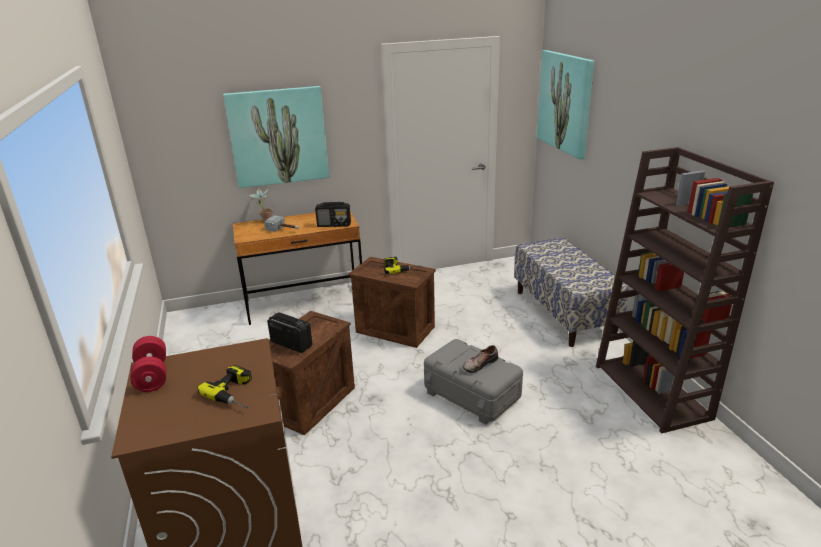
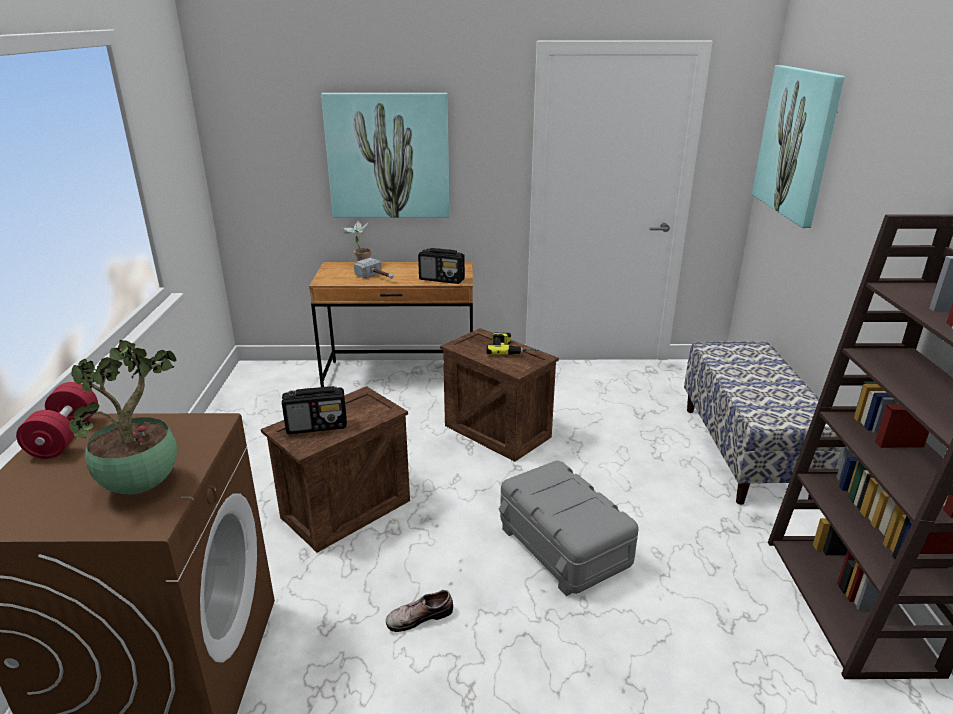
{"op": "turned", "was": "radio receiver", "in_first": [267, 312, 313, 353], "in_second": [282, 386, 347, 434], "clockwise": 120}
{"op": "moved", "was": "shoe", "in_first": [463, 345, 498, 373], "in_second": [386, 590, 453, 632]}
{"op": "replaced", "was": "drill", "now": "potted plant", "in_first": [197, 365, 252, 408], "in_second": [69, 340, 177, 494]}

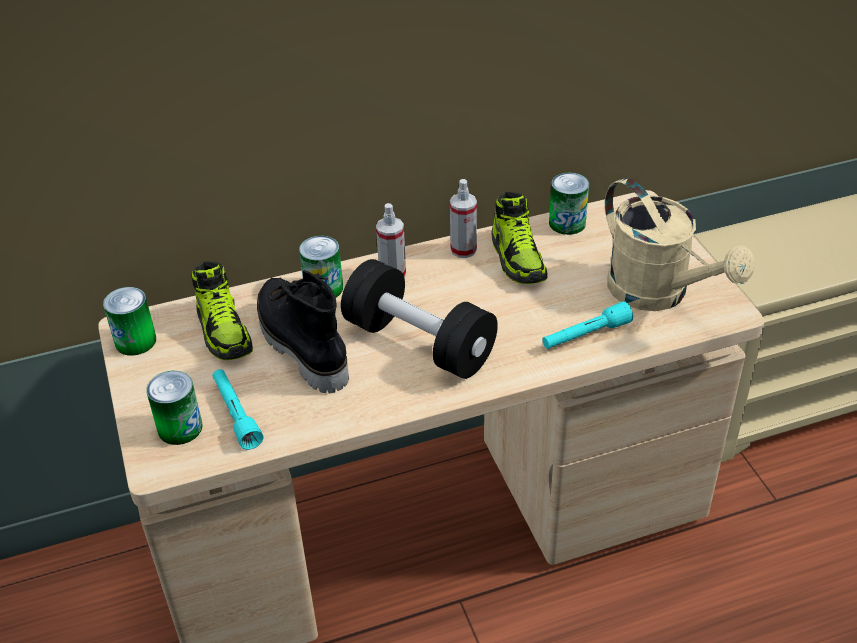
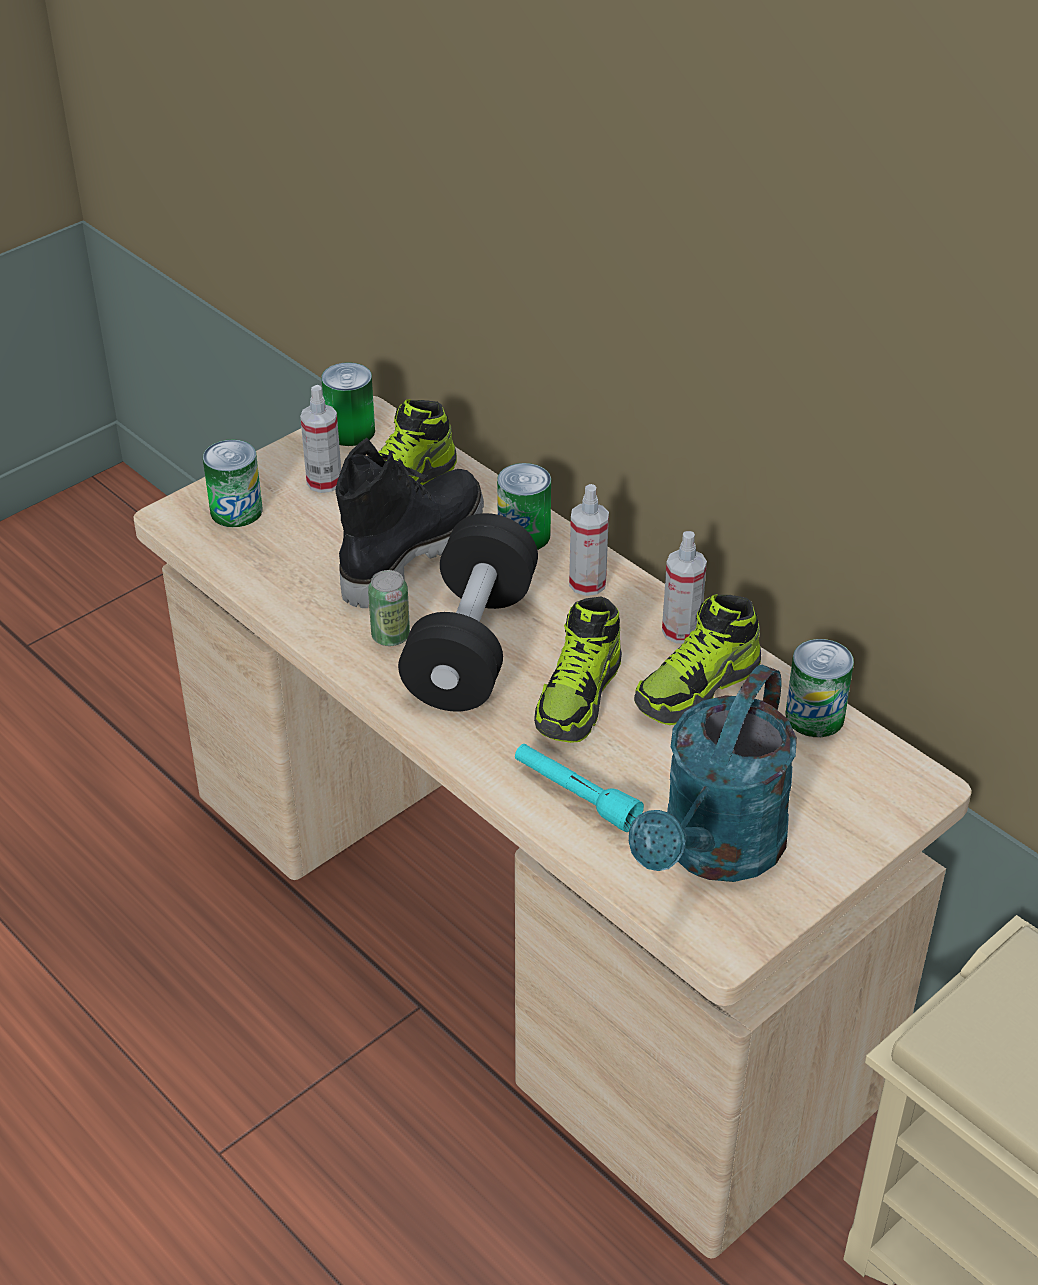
{"op": "recoloured", "was": "sand-coloured watering pot", "now": "turquoise-coloured watering pot", "in_first": [605, 178, 754, 311], "in_second": [629, 665, 797, 882]}
{"op": "removed", "was": "turquoise-coloured torch", "in_first": [212, 369, 264, 450]}
{"op": "added", "now": "sprayer", "in_second": [300, 385, 341, 493]}
{"op": "added", "now": "sealed can", "in_second": [368, 570, 410, 646]}
{"op": "added", "now": "shoe", "in_second": [534, 596, 622, 743]}

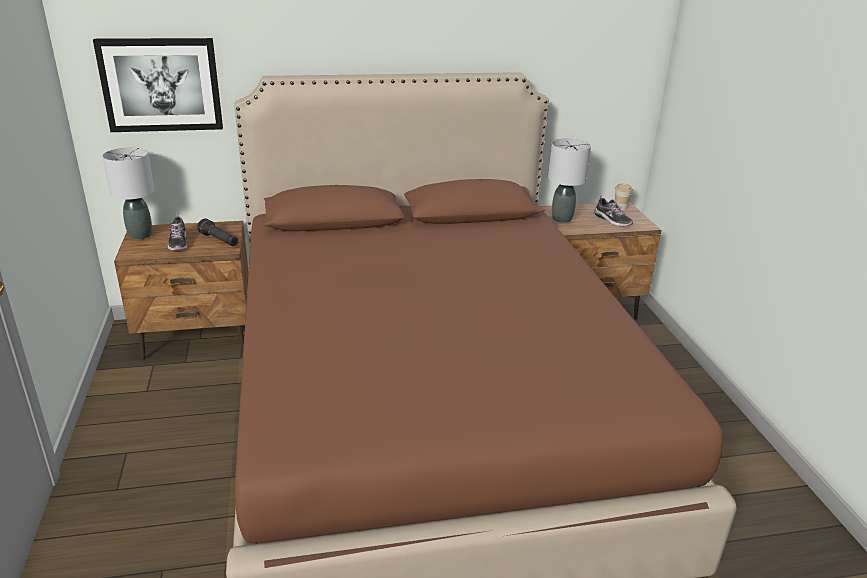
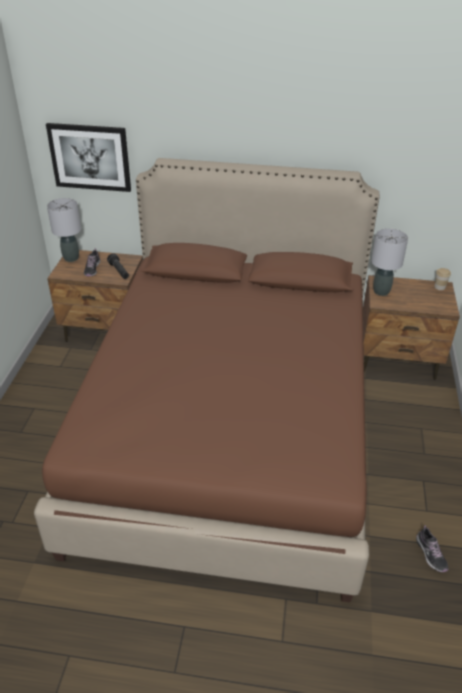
{"op": "moved", "was": "shoe", "in_first": [594, 196, 633, 226], "in_second": [416, 525, 448, 572]}

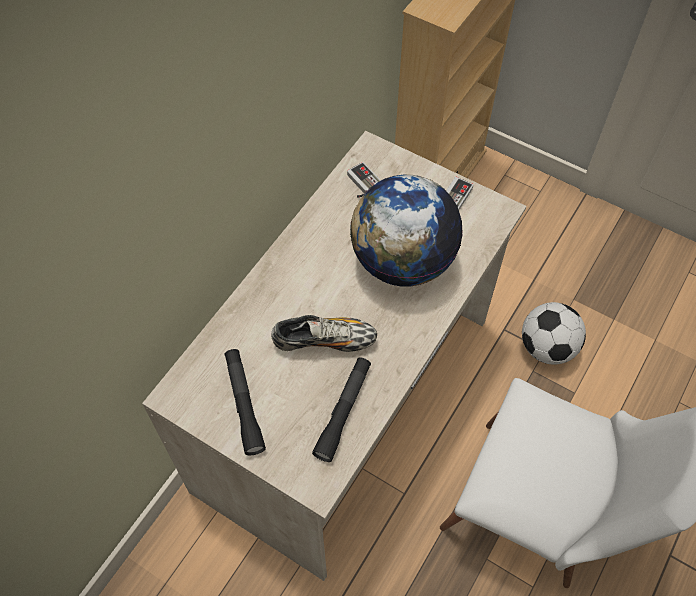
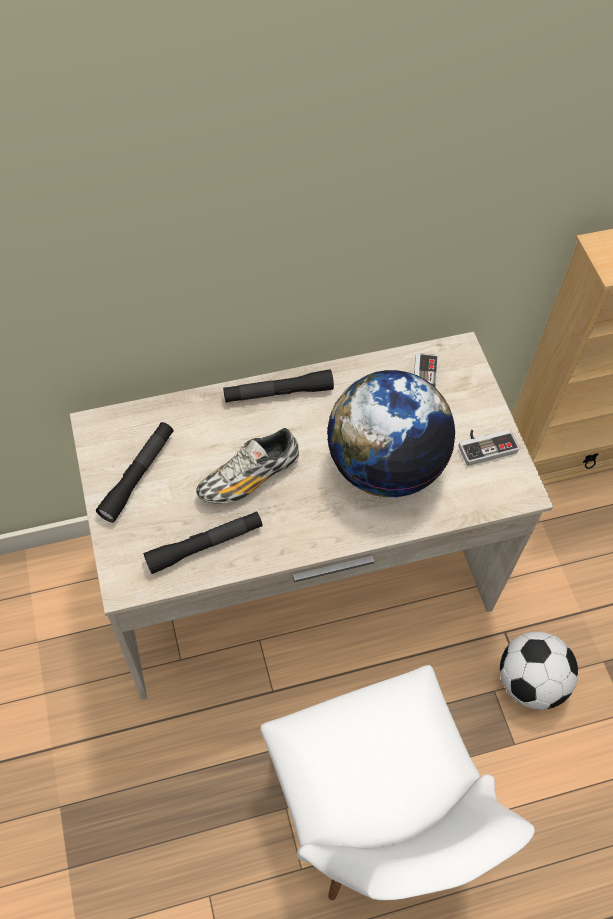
{"op": "turned", "was": "shoe", "in_first": [271, 315, 377, 352], "in_second": [196, 428, 299, 503], "clockwise": 105}
{"op": "added", "now": "blackish torch", "in_second": [223, 370, 334, 403]}

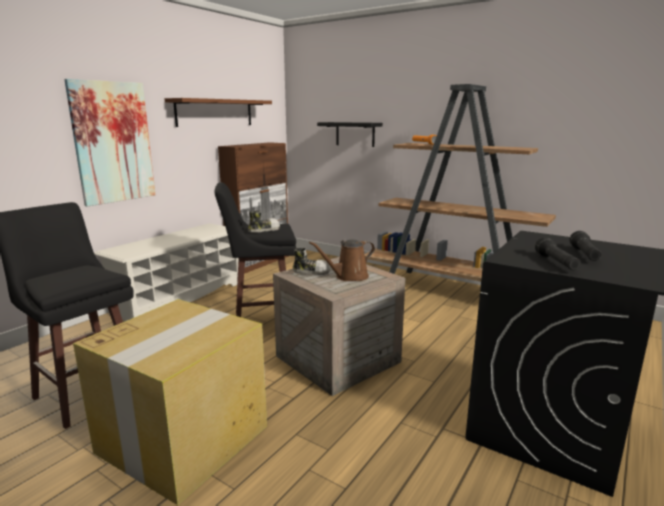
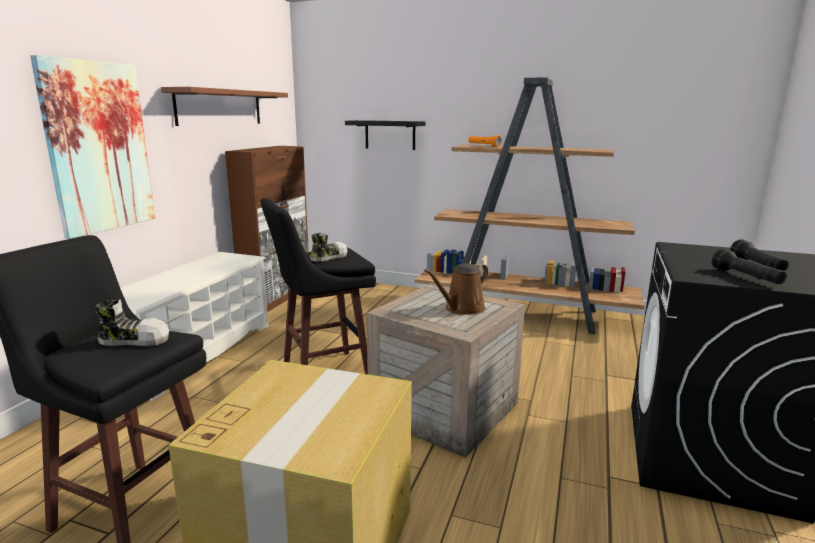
{"op": "moved", "was": "shoe", "in_first": [293, 248, 330, 275], "in_second": [95, 300, 169, 346]}

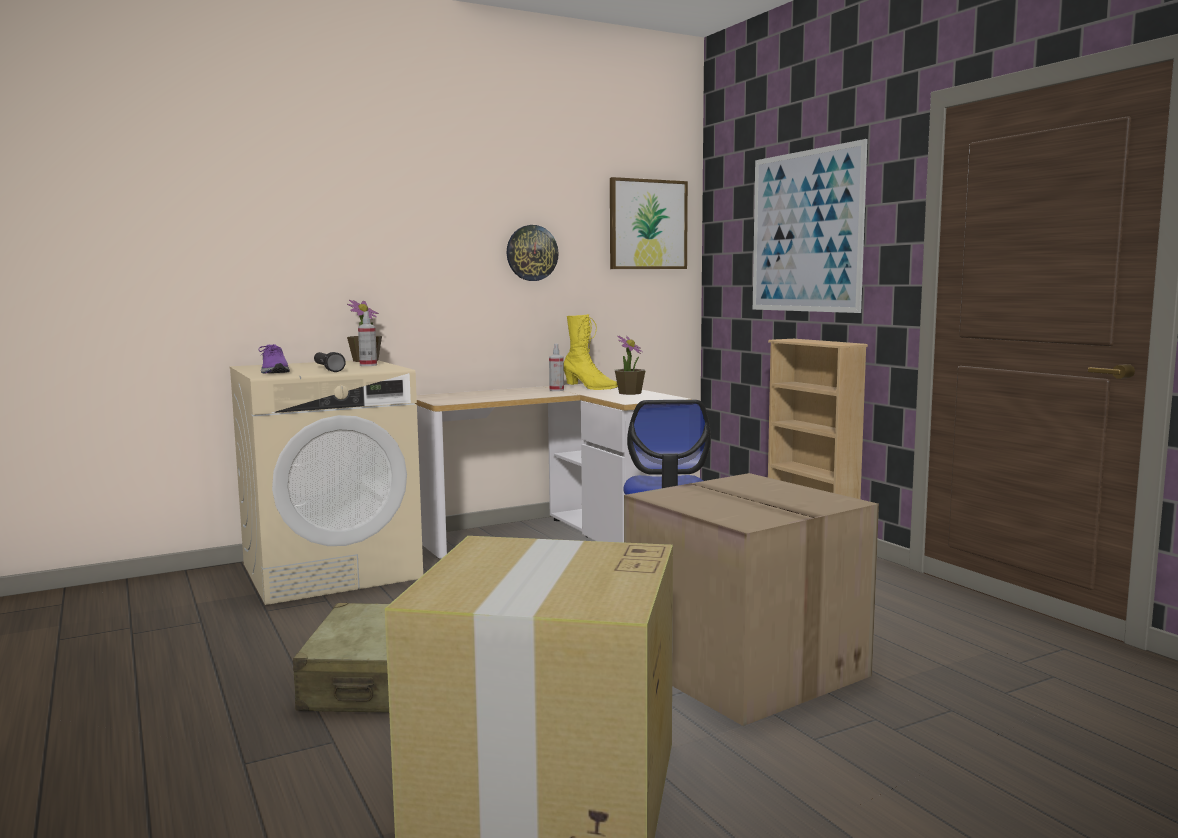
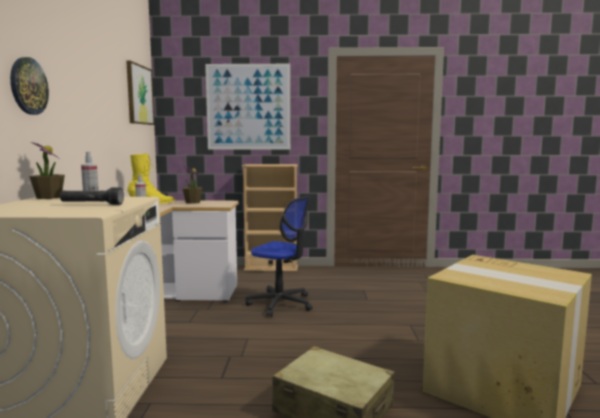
{"op": "moved", "was": "hanging clock", "in_first": [507, 225, 559, 281], "in_second": [10, 57, 49, 115]}
{"op": "removed", "was": "purple shoe", "in_first": [259, 344, 290, 374]}
{"op": "removed", "was": "cardboard box", "in_first": [624, 473, 879, 726]}

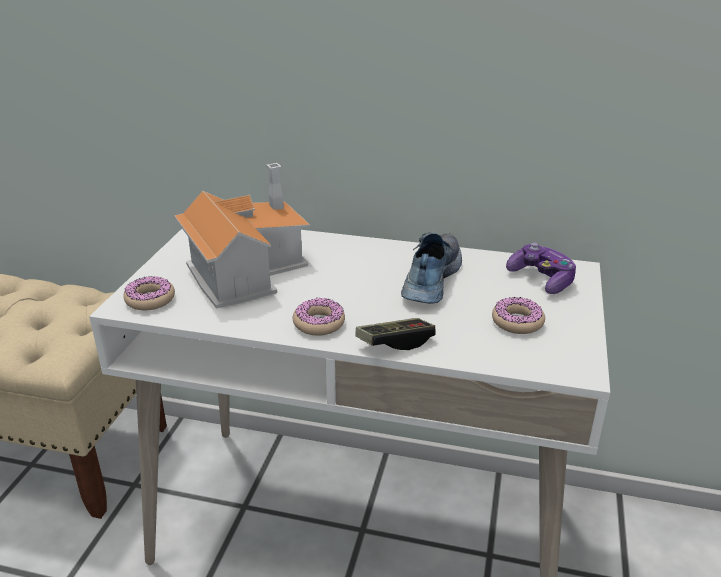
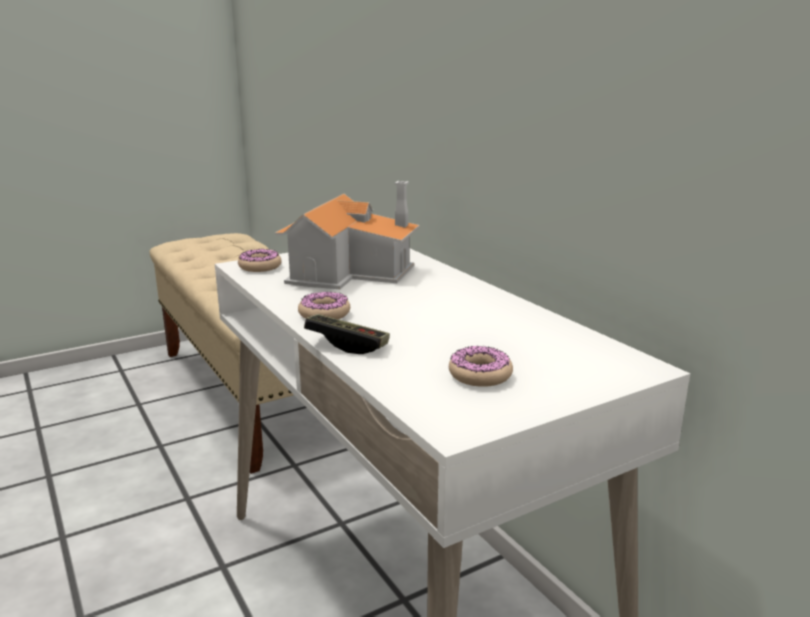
{"op": "removed", "was": "shoe", "in_first": [401, 233, 462, 304]}
{"op": "removed", "was": "gamepad", "in_first": [506, 242, 576, 294]}

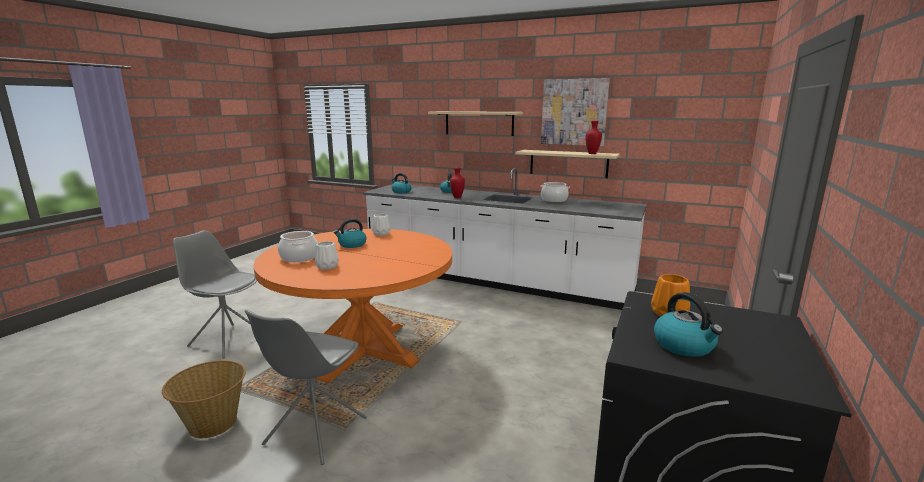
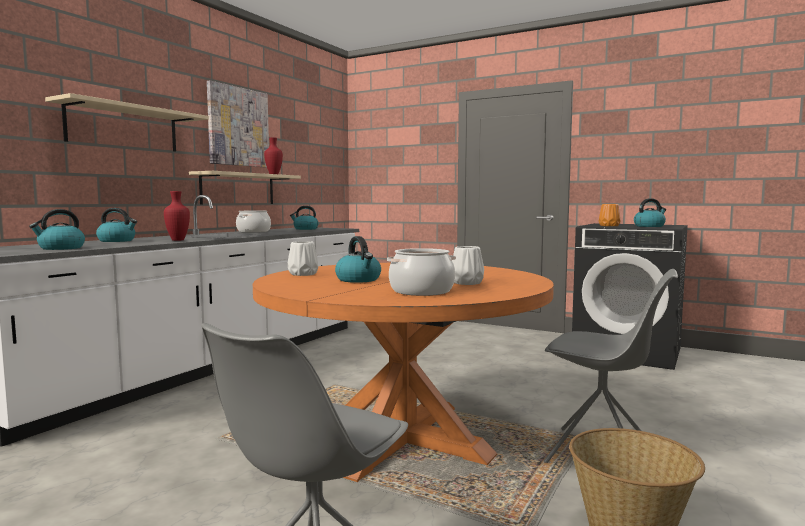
{"op": "added", "now": "kettle", "in_second": [290, 206, 319, 230]}

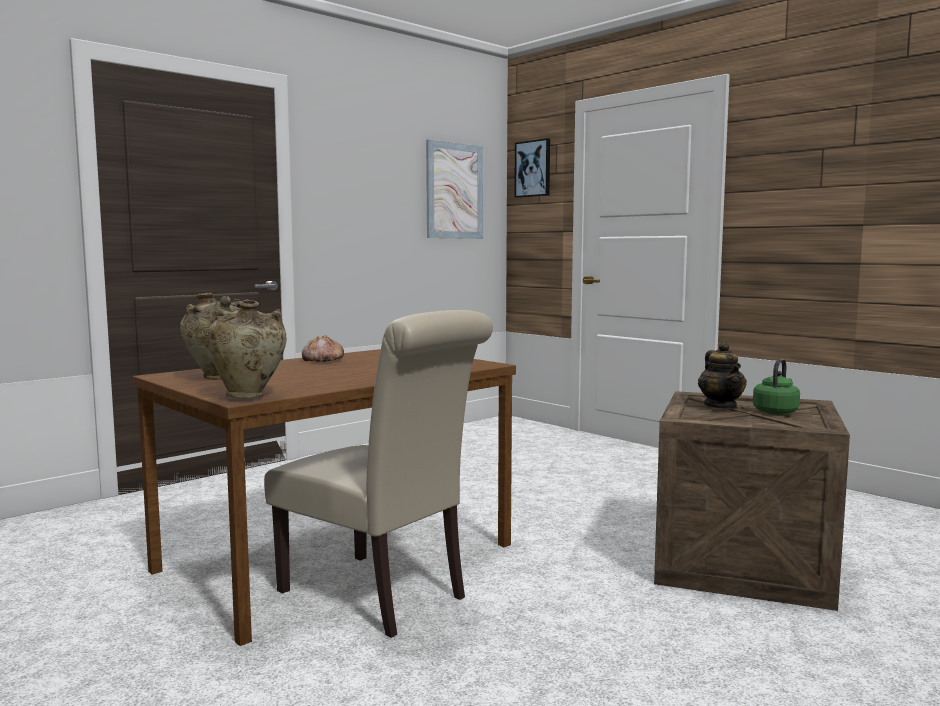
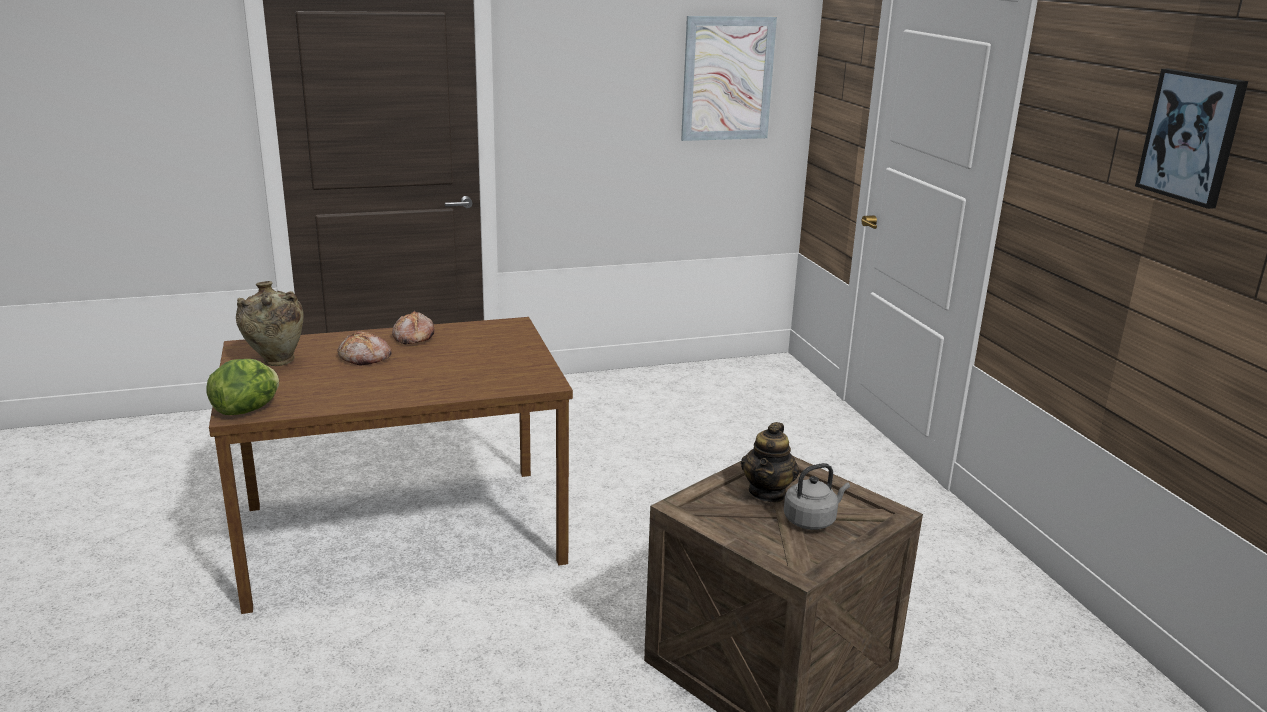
{"op": "moved", "was": "picture", "in_first": [514, 138, 550, 198], "in_second": [1135, 69, 1248, 209]}
{"op": "replaced", "was": "sand-coloured flower vase", "now": "lettuce", "in_first": [207, 300, 286, 398], "in_second": [206, 359, 279, 415]}
{"op": "removed", "was": "sand-coloured chair", "in_first": [264, 310, 493, 638]}
{"op": "recoloured", "was": "greenish kettle", "now": "grey kettle", "in_first": [753, 359, 800, 414], "in_second": [784, 463, 850, 530]}
{"op": "added", "now": "bread", "in_second": [337, 331, 392, 366]}

